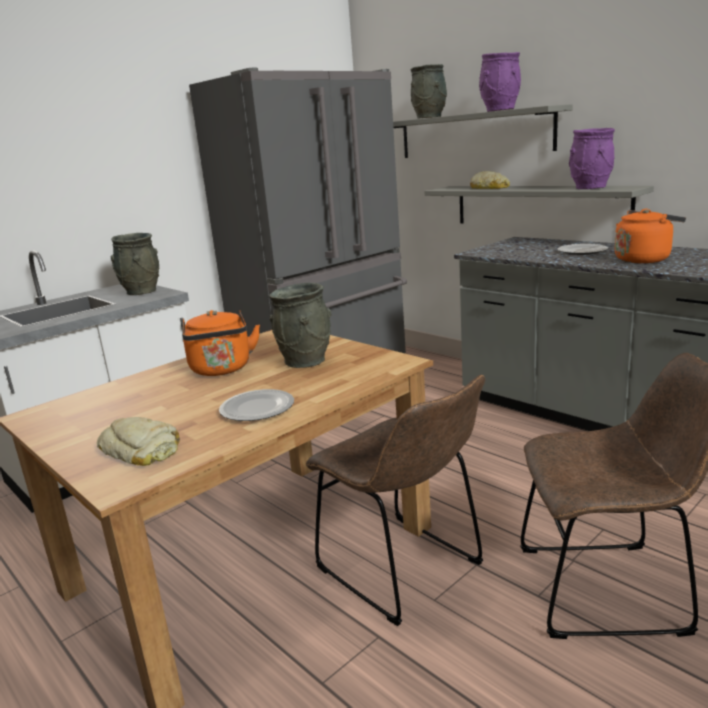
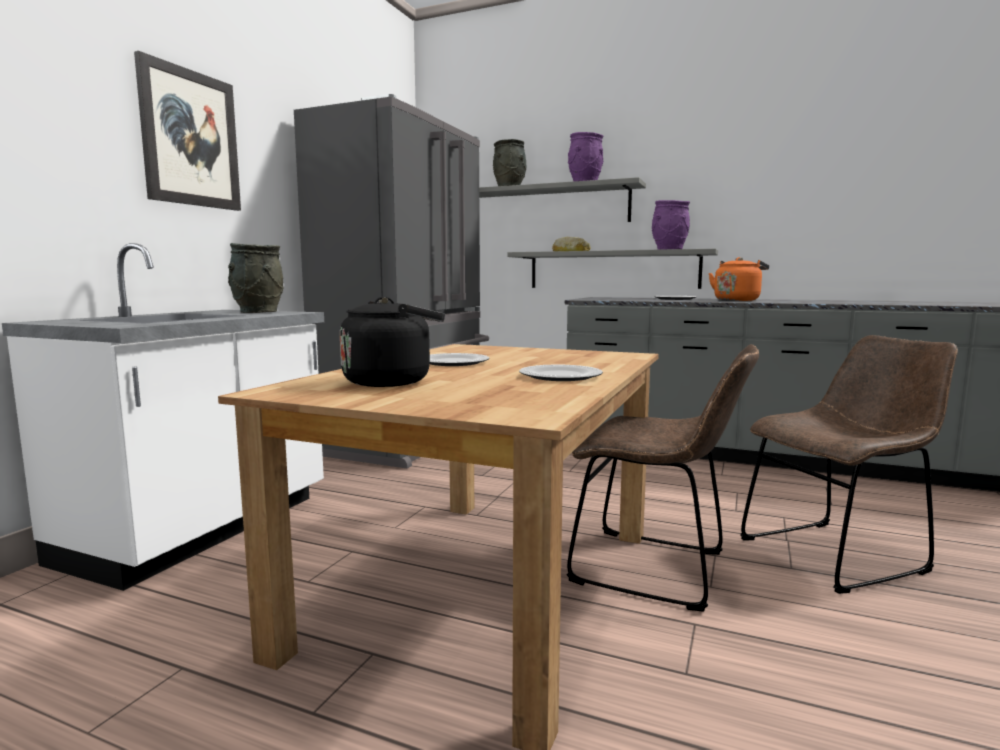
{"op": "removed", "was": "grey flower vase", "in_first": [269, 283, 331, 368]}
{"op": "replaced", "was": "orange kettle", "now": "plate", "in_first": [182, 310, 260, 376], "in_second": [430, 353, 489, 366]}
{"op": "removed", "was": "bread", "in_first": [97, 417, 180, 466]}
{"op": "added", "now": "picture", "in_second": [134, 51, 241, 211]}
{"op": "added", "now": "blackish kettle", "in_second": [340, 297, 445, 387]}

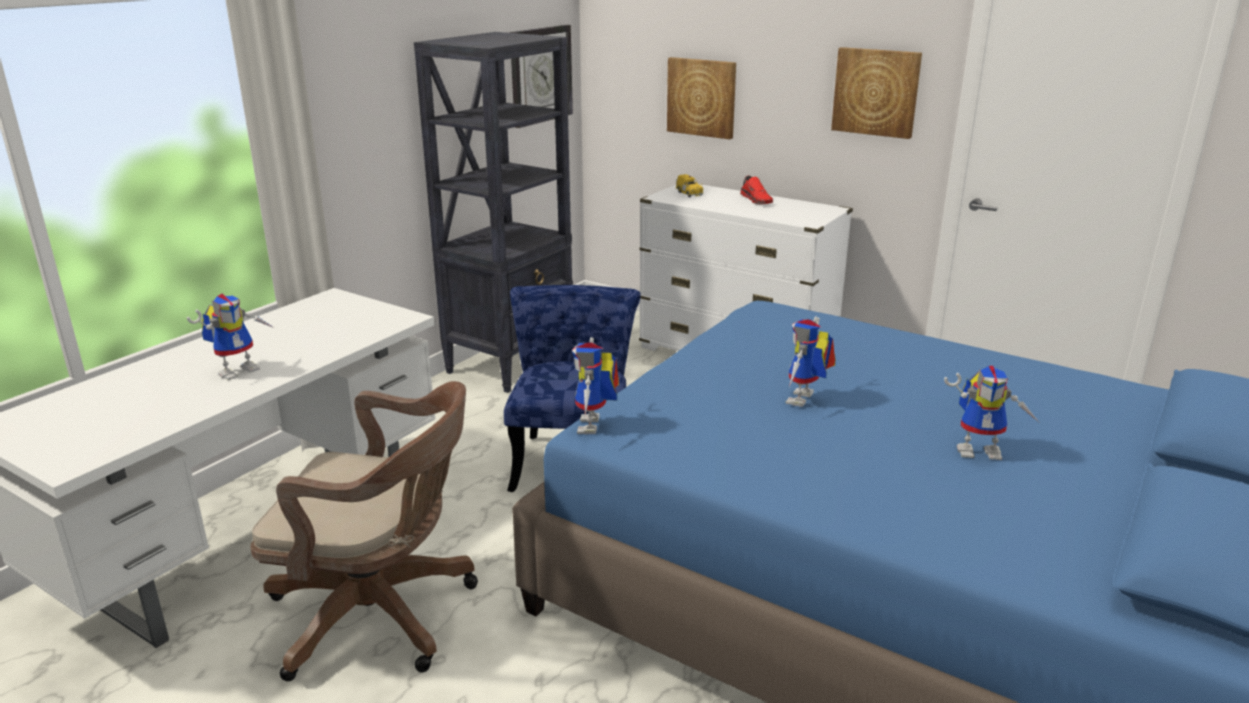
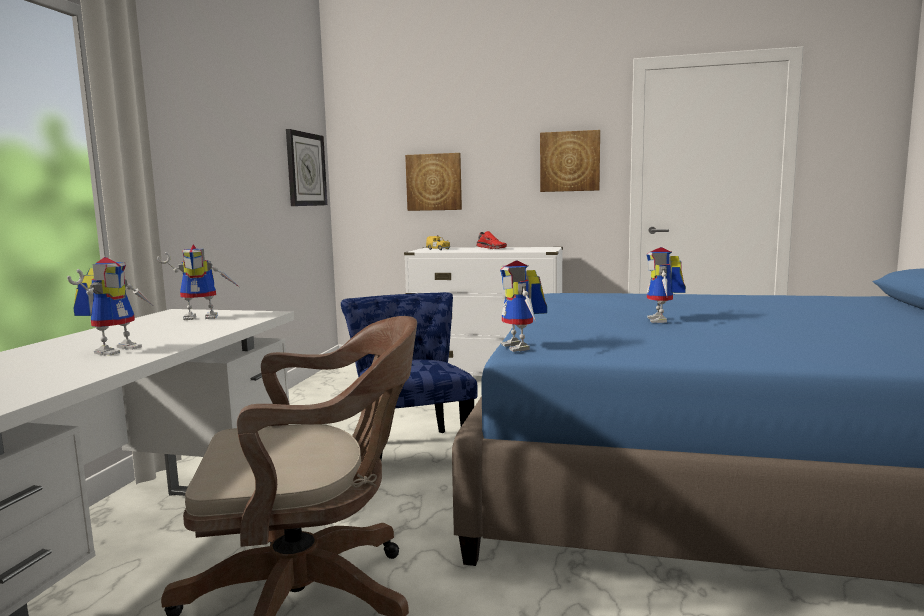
{"op": "removed", "was": "blackish bookcase", "in_first": [414, 32, 573, 393]}
{"op": "moved", "was": "model robot", "in_first": [944, 366, 1039, 460], "in_second": [157, 245, 239, 320]}

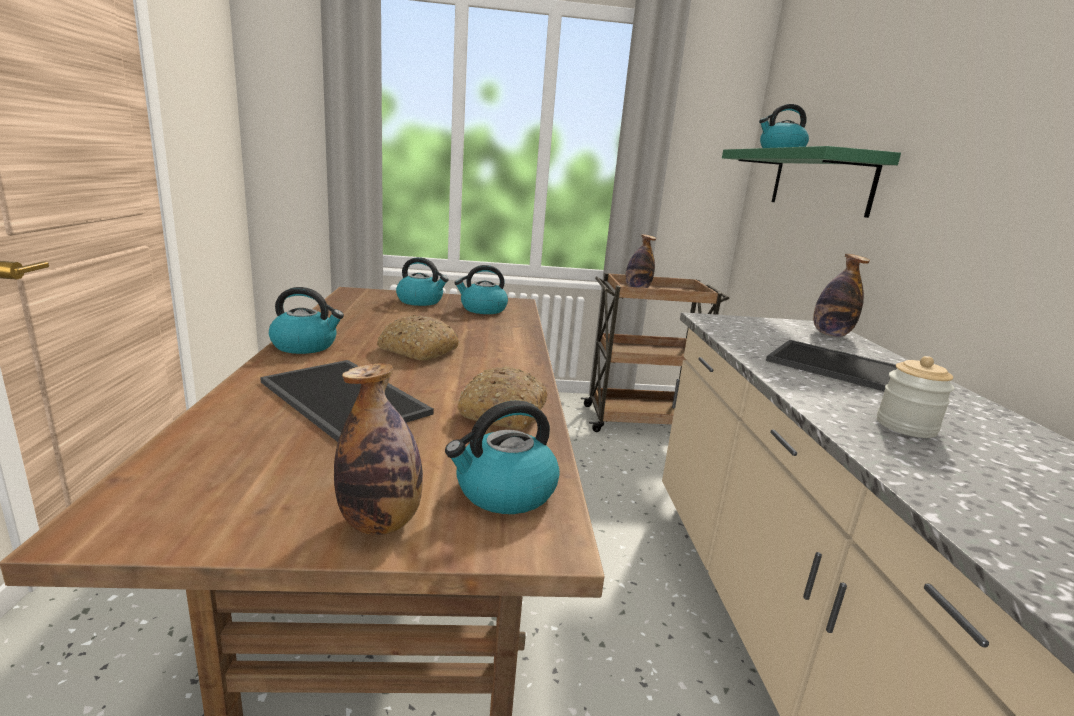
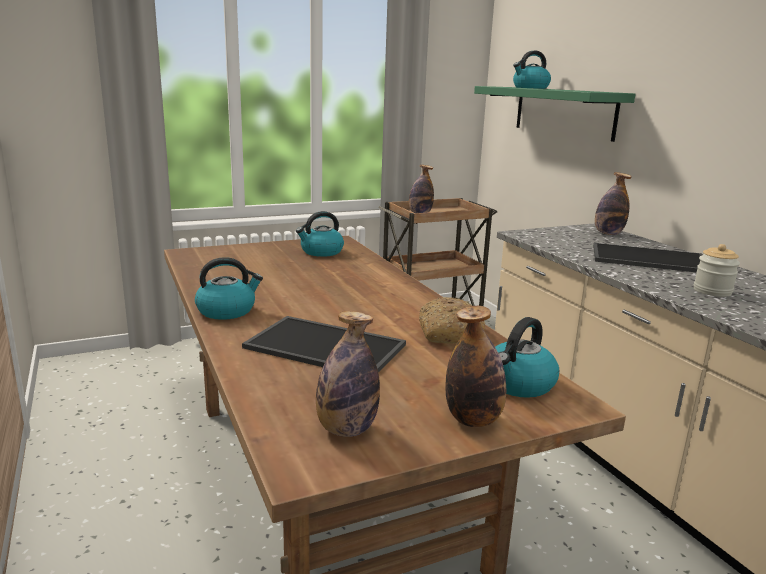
{"op": "removed", "was": "kettle", "in_first": [396, 257, 449, 306]}
{"op": "removed", "was": "bread", "in_first": [377, 315, 460, 361]}
{"op": "added", "now": "drink bottle", "in_second": [316, 311, 380, 437]}

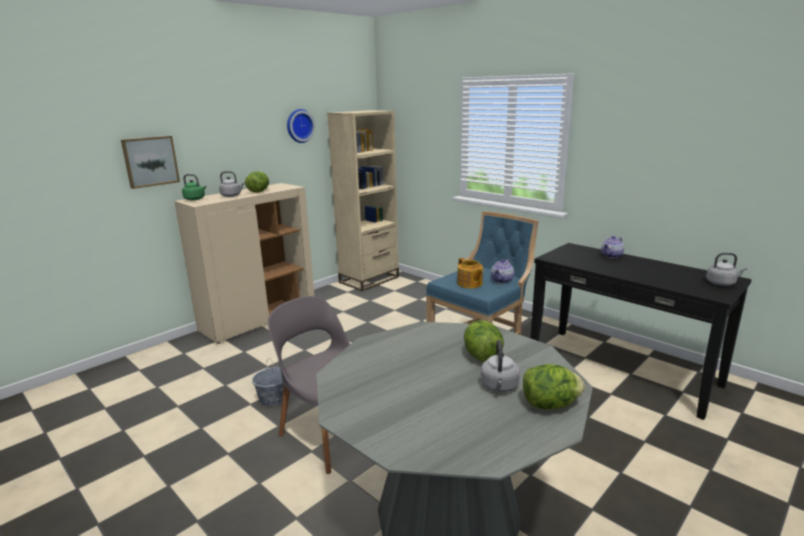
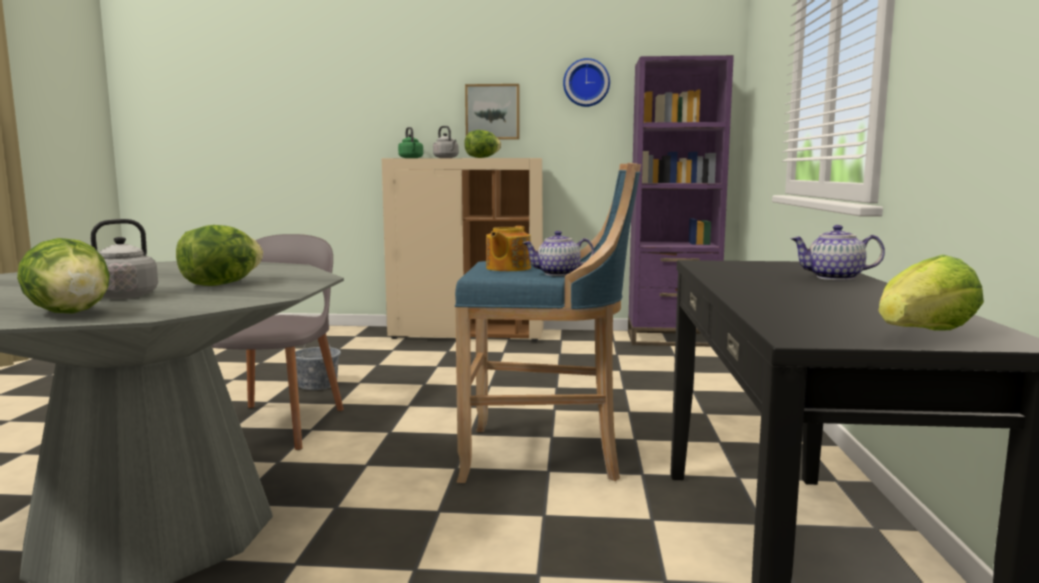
{"op": "recoloured", "was": "sand-coloured bookcase", "now": "purple bookcase", "in_first": [327, 110, 399, 291], "in_second": [628, 55, 734, 347]}
{"op": "moved", "was": "picture", "in_first": [121, 136, 180, 189], "in_second": [465, 84, 519, 140]}
{"op": "replaced", "was": "grey kettle", "now": "lettuce", "in_first": [706, 253, 747, 286], "in_second": [878, 255, 984, 330]}

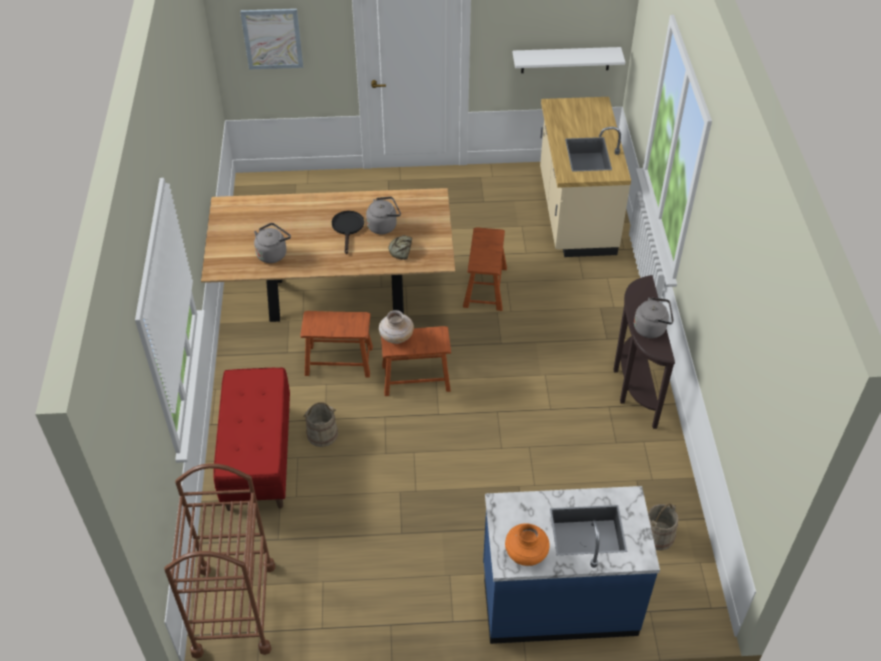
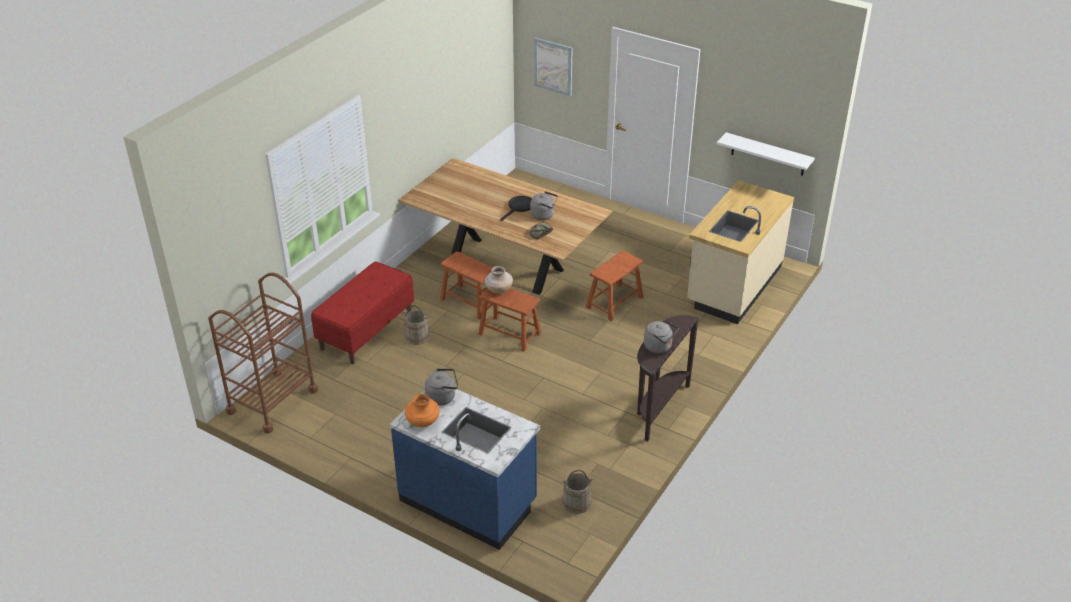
{"op": "moved", "was": "grey kettle", "in_first": [254, 223, 291, 263], "in_second": [425, 368, 458, 406]}

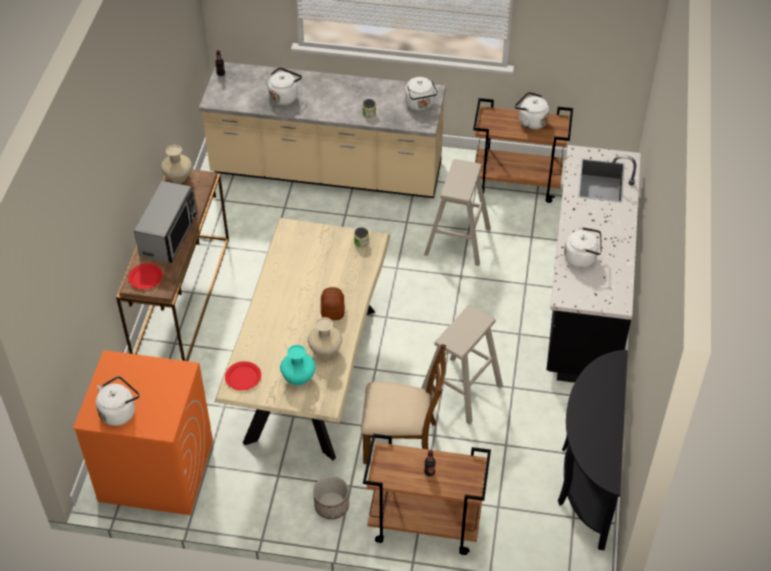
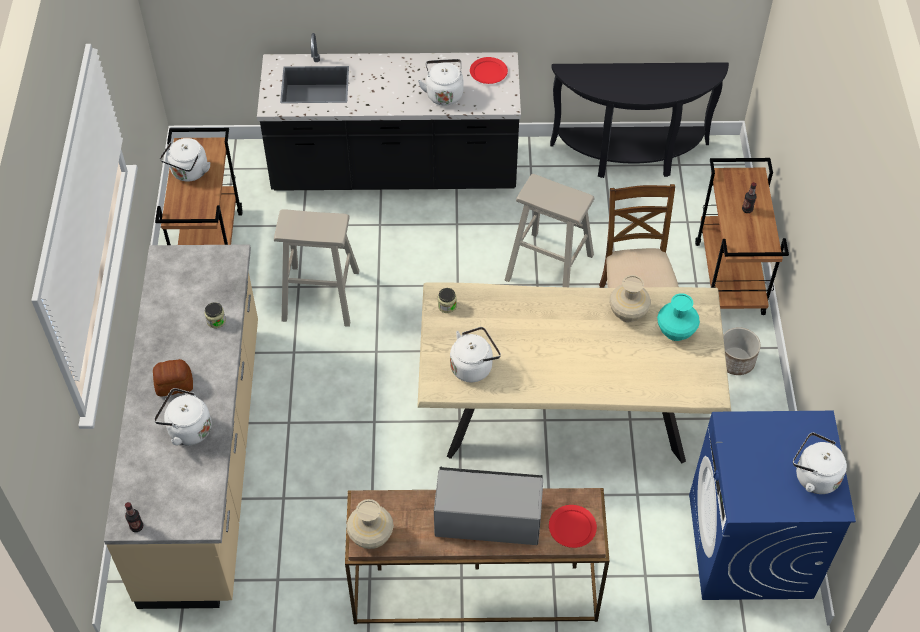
{"op": "moved", "was": "white-coloured kettle", "in_first": [405, 77, 440, 111], "in_second": [450, 327, 501, 382]}
{"op": "moved", "was": "bread", "in_first": [321, 287, 345, 320], "in_second": [153, 359, 193, 396]}
{"op": "recoloured", "was": "orange washing machine", "now": "bluish washing machine", "in_first": [73, 350, 213, 515], "in_second": [689, 411, 856, 600]}
{"op": "moved", "was": "red-coloured plate", "in_first": [225, 361, 261, 391], "in_second": [470, 57, 508, 84]}

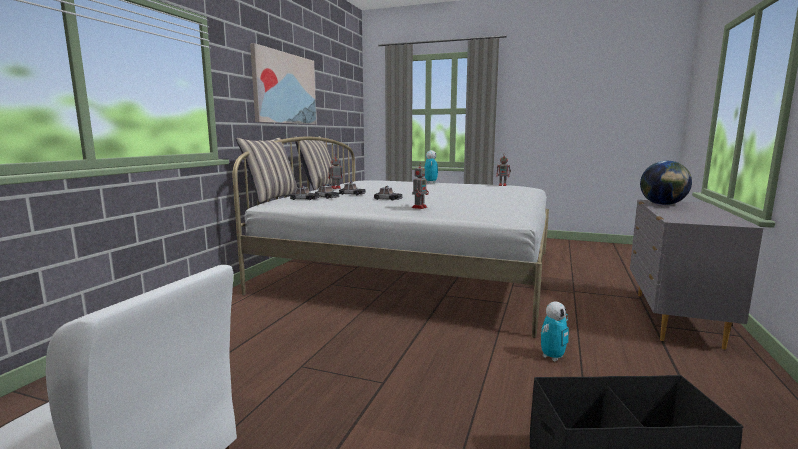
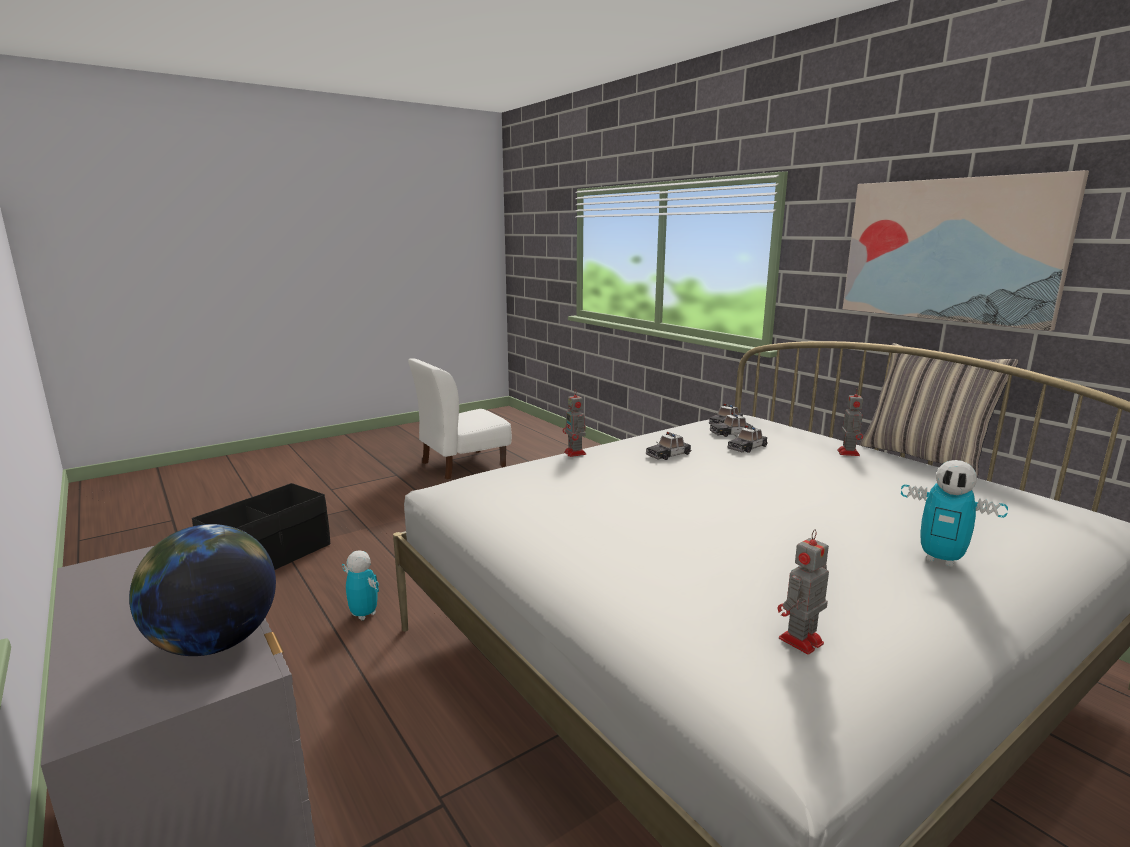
{"op": "removed", "was": "cushion", "in_first": [236, 137, 297, 203]}
{"op": "turned", "was": "model robot", "in_first": [541, 302, 569, 361], "in_second": [342, 550, 379, 620], "clockwise": 135}

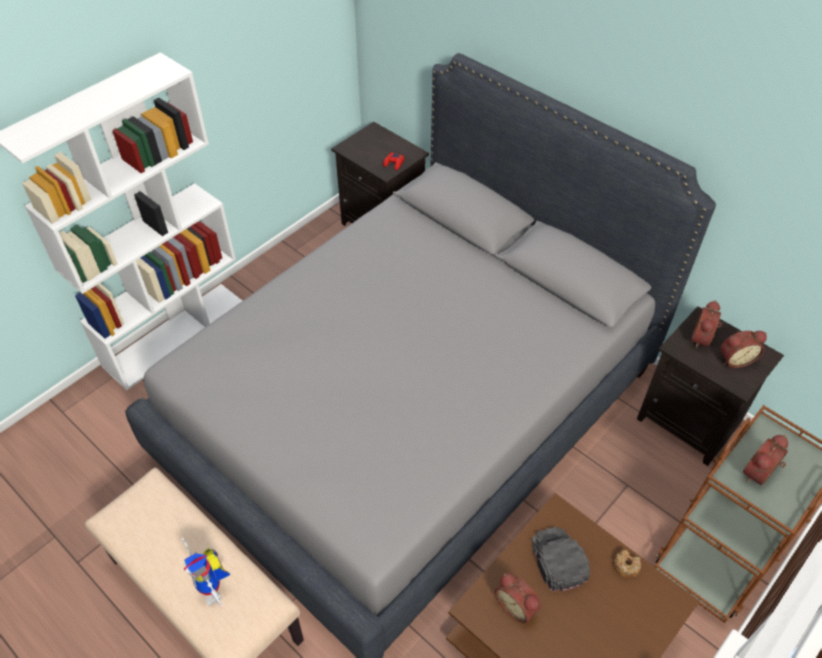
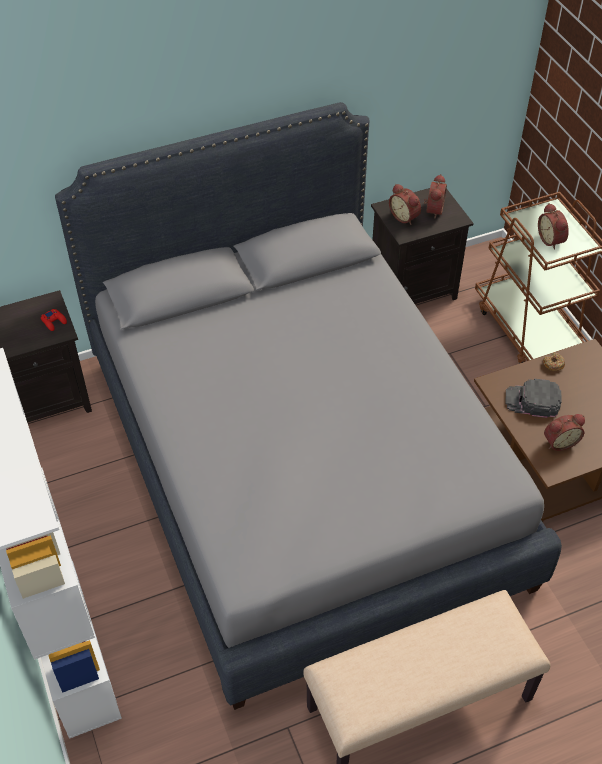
{"op": "removed", "was": "model robot", "in_first": [182, 538, 230, 610]}

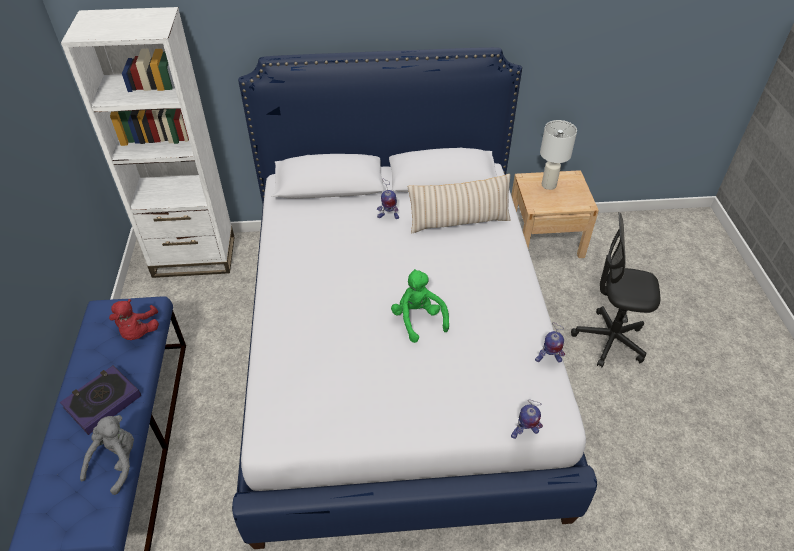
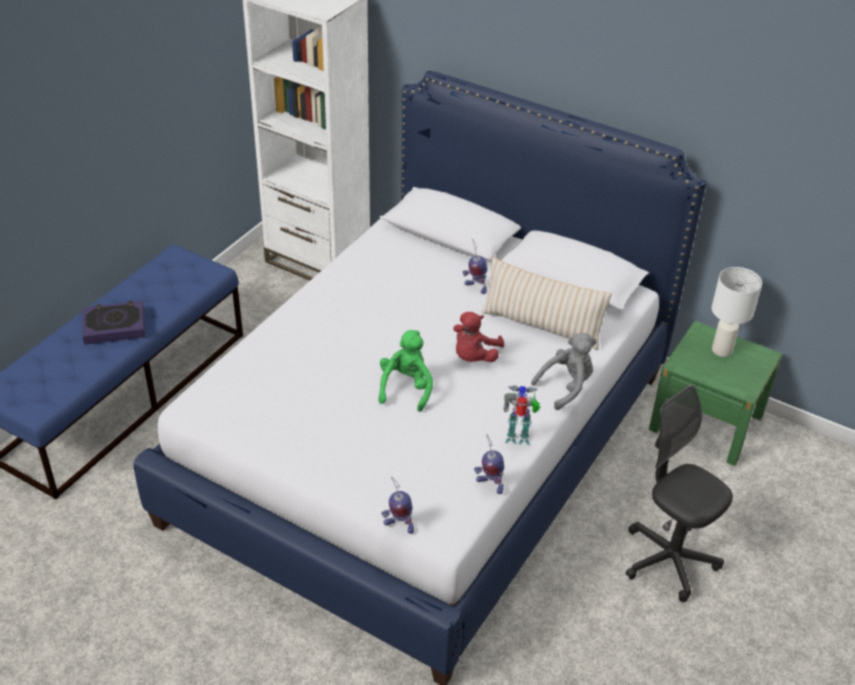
{"op": "recoloured", "was": "sand-coloured night table", "now": "greenish night table", "in_first": [511, 170, 599, 258], "in_second": [649, 321, 782, 466]}
{"op": "moved", "was": "red-coloured soft toy", "in_first": [109, 299, 159, 340], "in_second": [453, 312, 504, 362]}
{"op": "moved", "was": "grey soft toy", "in_first": [80, 415, 134, 495], "in_second": [531, 333, 597, 410]}
{"op": "added", "now": "model robot", "in_second": [503, 386, 541, 445]}

